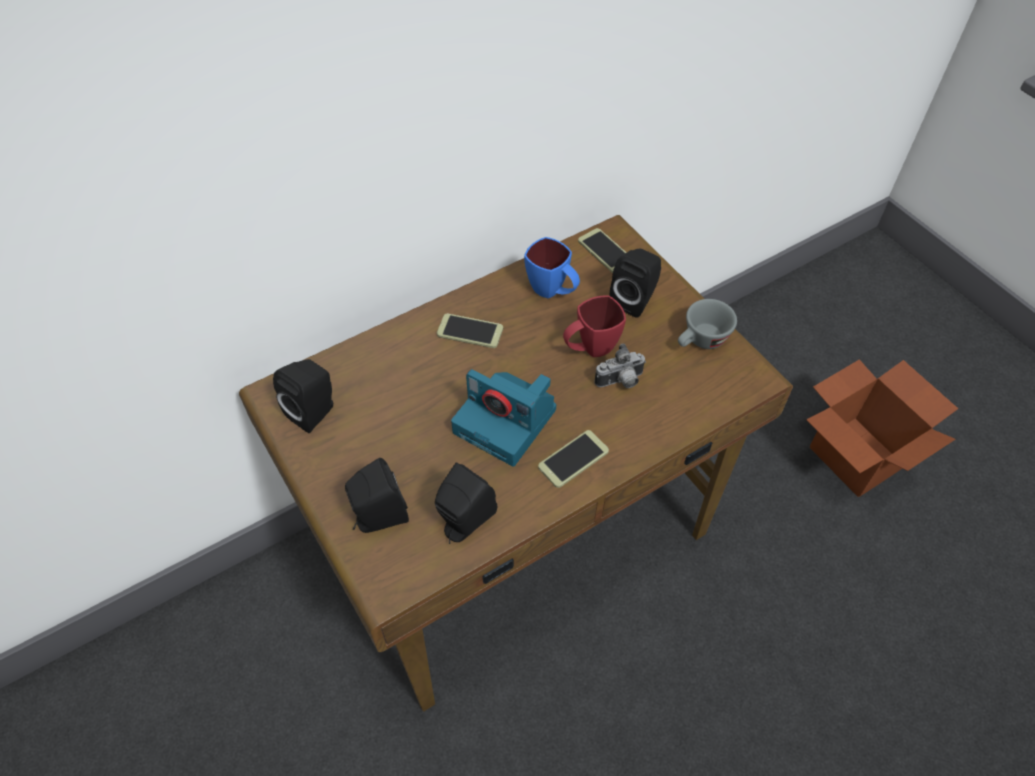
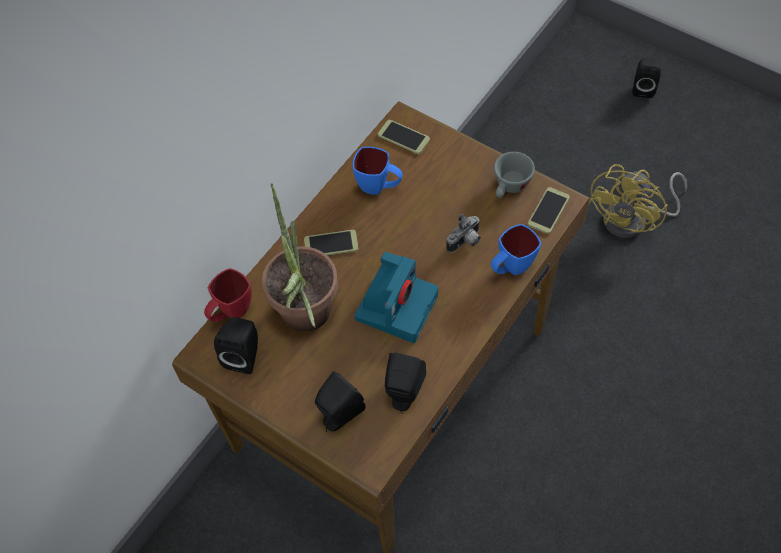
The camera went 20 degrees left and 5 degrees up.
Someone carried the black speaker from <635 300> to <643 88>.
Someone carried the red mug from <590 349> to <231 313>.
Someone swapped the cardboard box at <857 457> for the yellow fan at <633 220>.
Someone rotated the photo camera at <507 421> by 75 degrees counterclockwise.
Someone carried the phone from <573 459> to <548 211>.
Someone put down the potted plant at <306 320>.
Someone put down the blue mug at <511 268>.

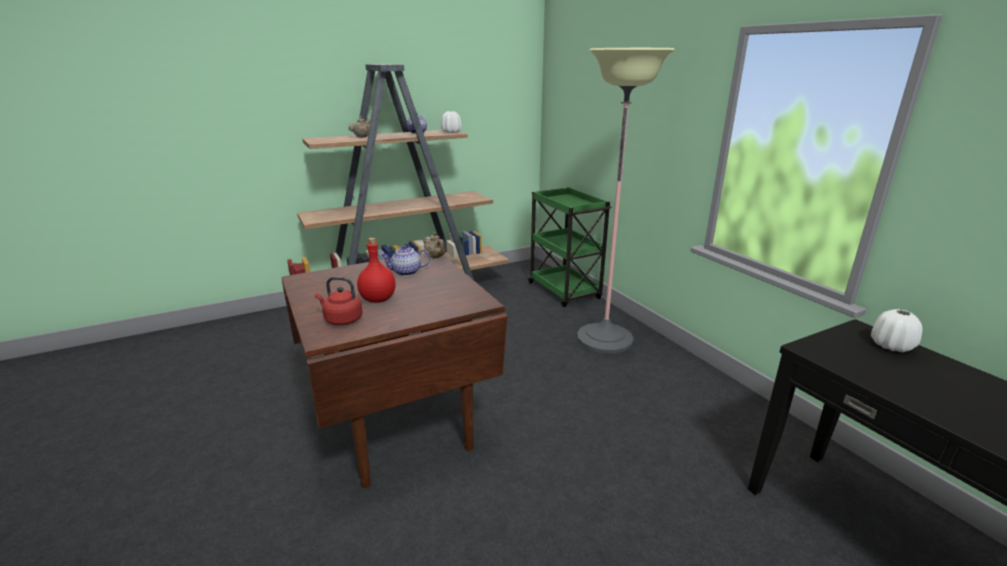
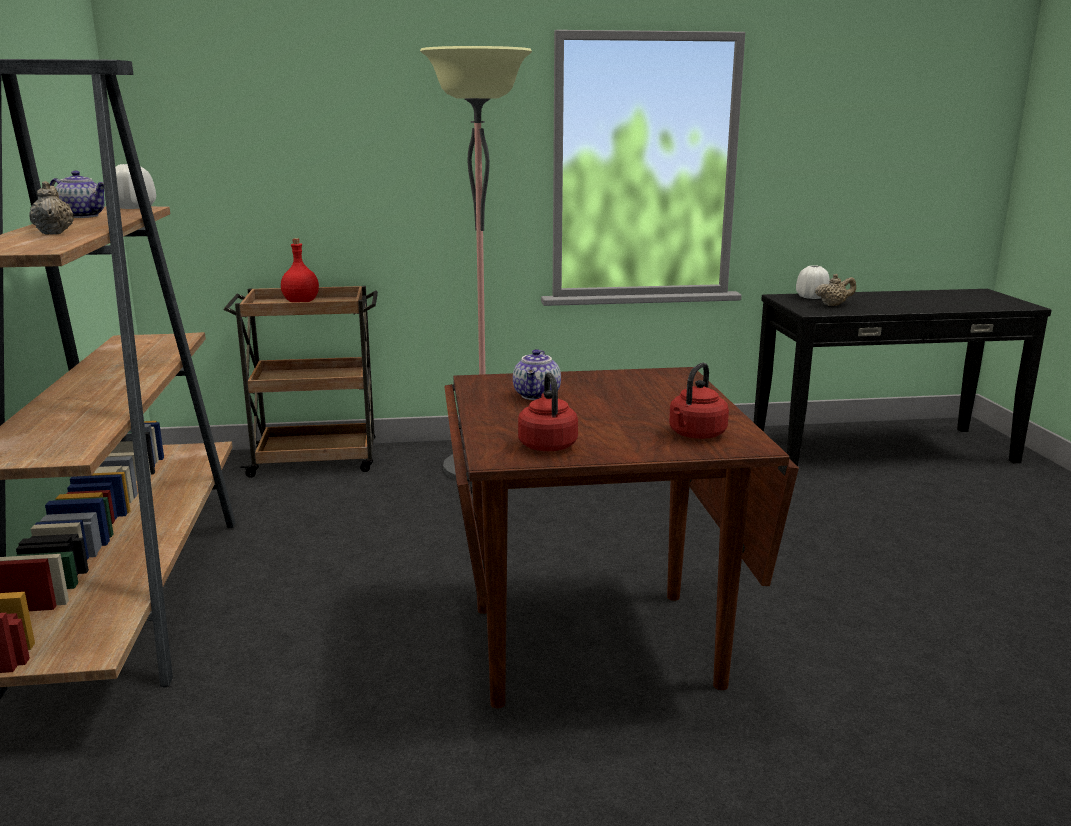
The camera went 70 degrees left and 5 degrees down.
Someone repainted the green cart at <565 291>, which became the brown cart at <317 460>.
Someone carried the beige teapot from <435 257> to <833 305>.
Someone carried the red bottle from <378 299> to <300 302>.
Someone put down the red kettle at <547 444>.

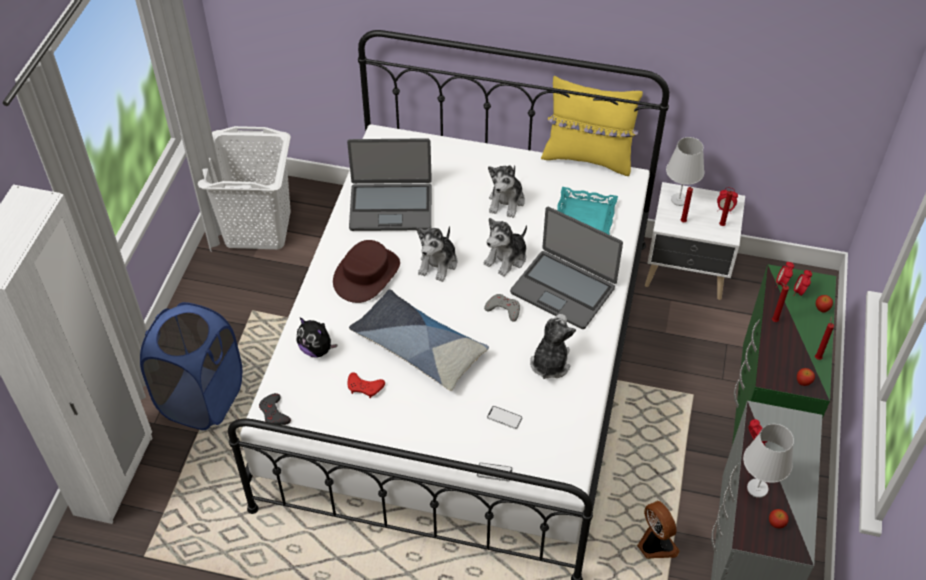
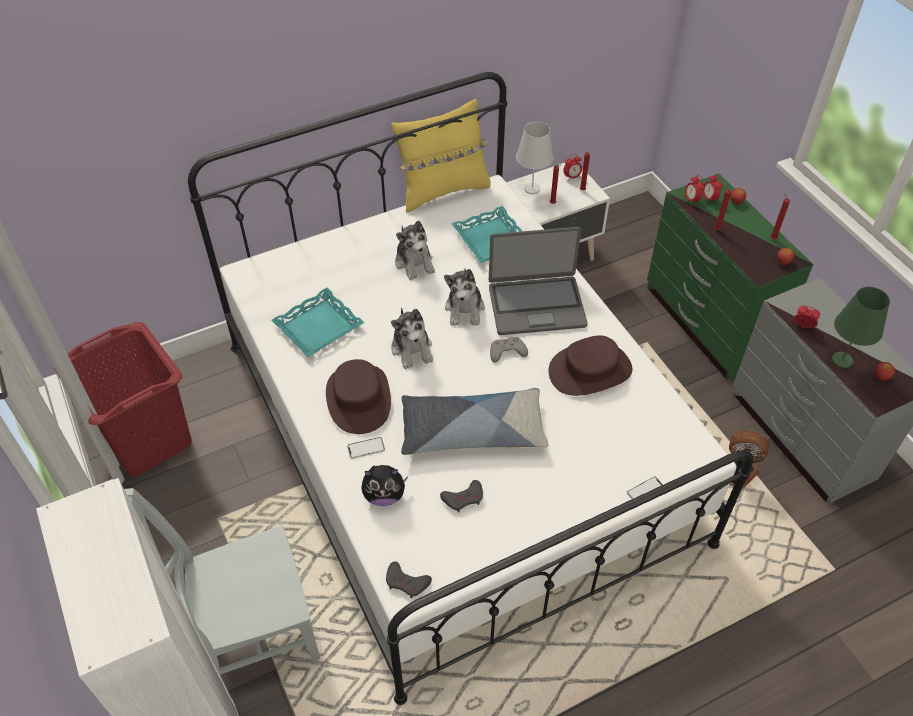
The camera went 40 degrees left and 0 degrees up.
Someone repainted the white laundry basket at <259 227>, which became the red laundry basket at <148 439>.
Someone swapped the laptop at <391 207> for the turquoise tray at <318 326>.
Someone swapped the blue laundry basket at <202 398> for the grey chair at <248 634>.
Someone swapped the plush toy at <550 363> for the brown hat at <590 371>.
Someone repainted the red game controller at <365 387>, which became the grey game controller at <463 498>.
Someone carried the phone from <504 418> to <366 448>.
Someone repainted the white table lamp at <757 488>, which became the green table lamp at <842 360>.

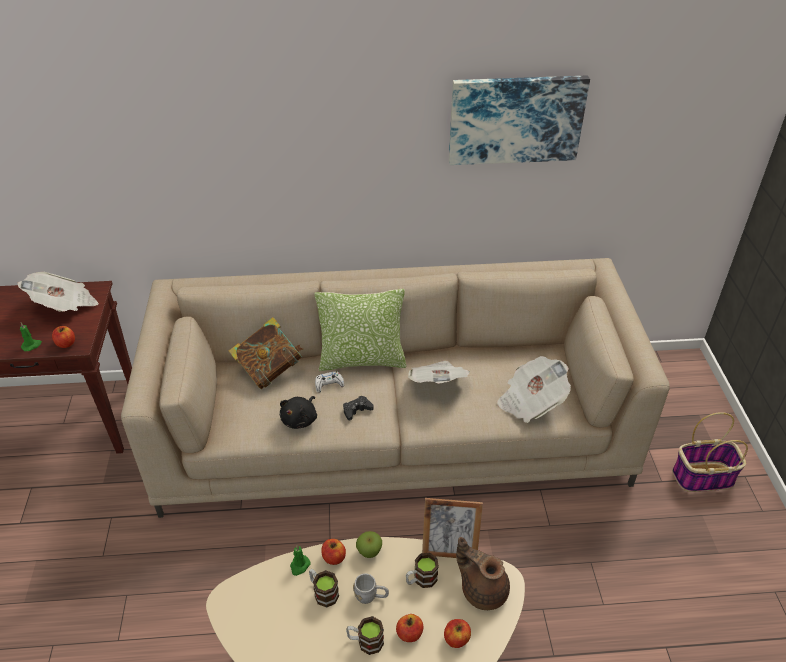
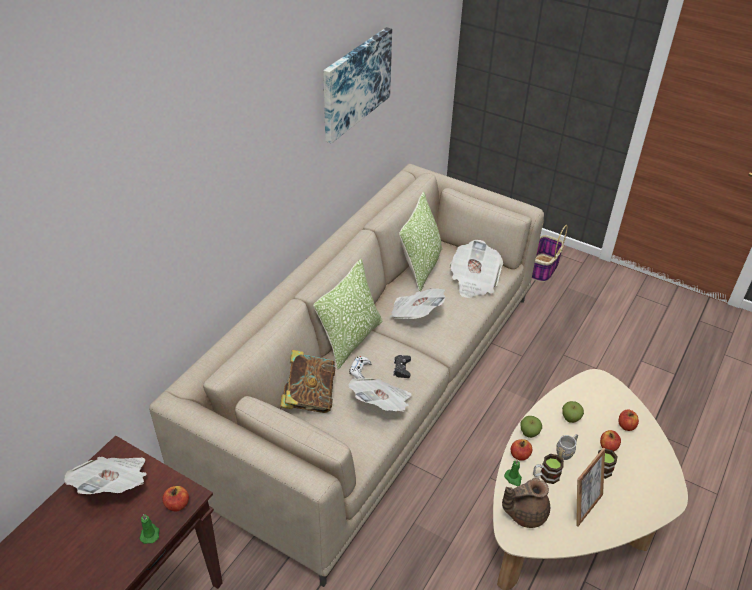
The camera went 55 degrees left and 0 degrees up.
Someone swapped the black plush toy at <300 419> for the newspaper at <382 405>.
Someone carried the picture frame from <449 550> to <584 506>.
Someone carried the brown teapot from <482 589> to <524 513>.
Someone swapped the mug at <421 579> for the apple at <570 418>.
Someone put down the pillow at <420 267>.

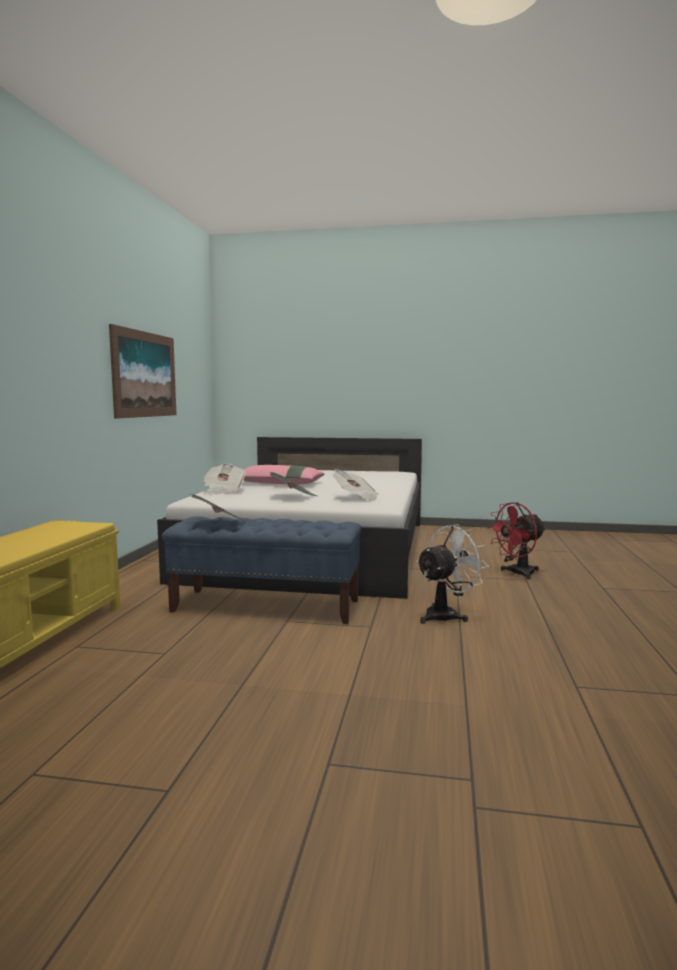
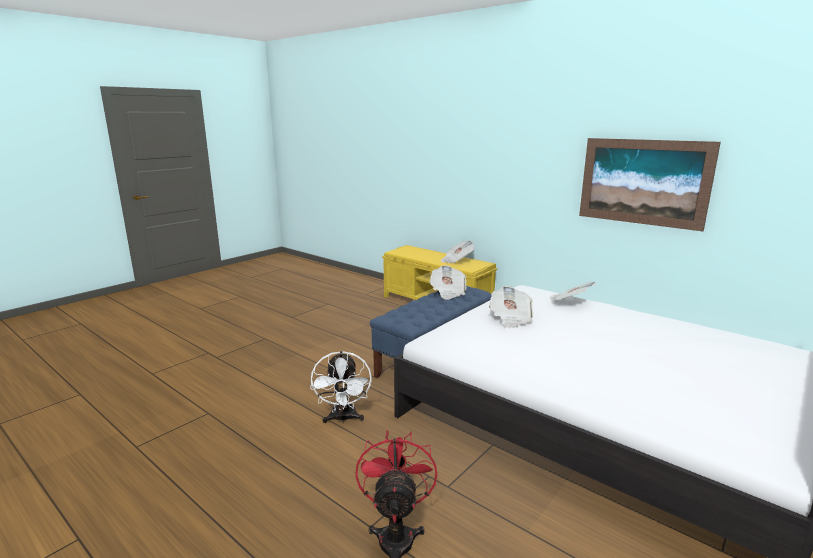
The camera went 120 degrees right and 10 degrees up.
Someone took away the pink pillow at <279 484>.
Someone carried the newspaper from <356 498> to <457 260>.

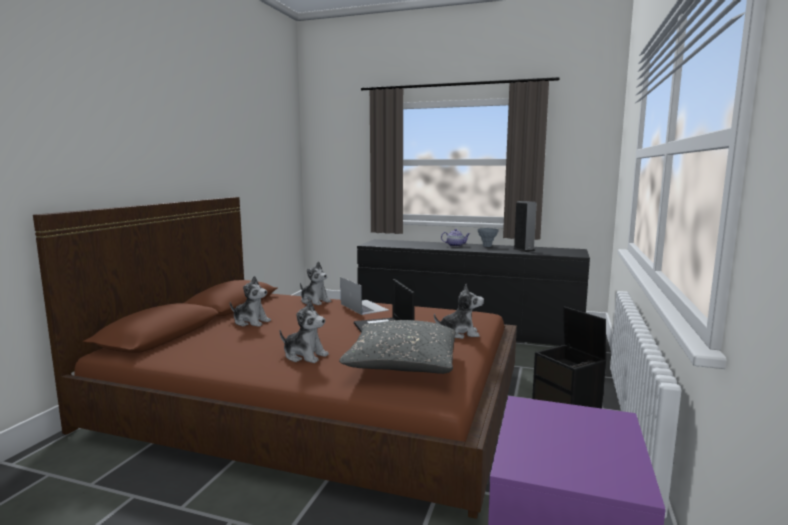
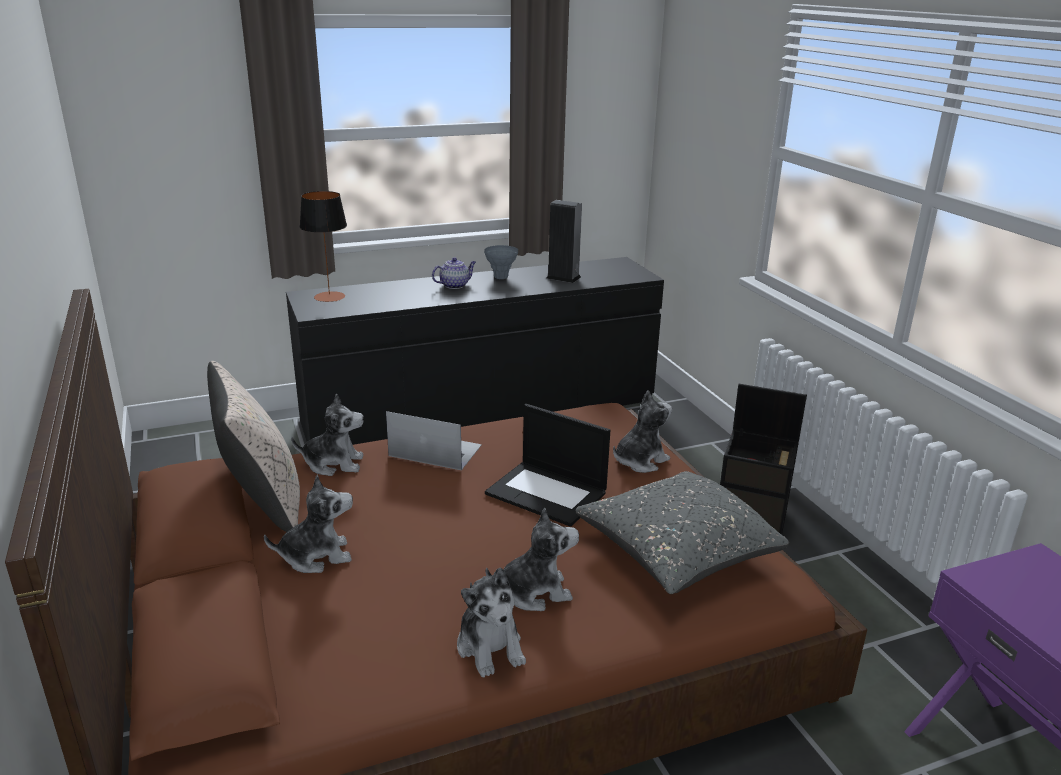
The camera went 40 degrees left and 15 degrees up.
Someone put down the table lamp at <329 297>.
Someone put down the beige pillow at <263 502>.
Someone put down the plush toy at <490 647>.

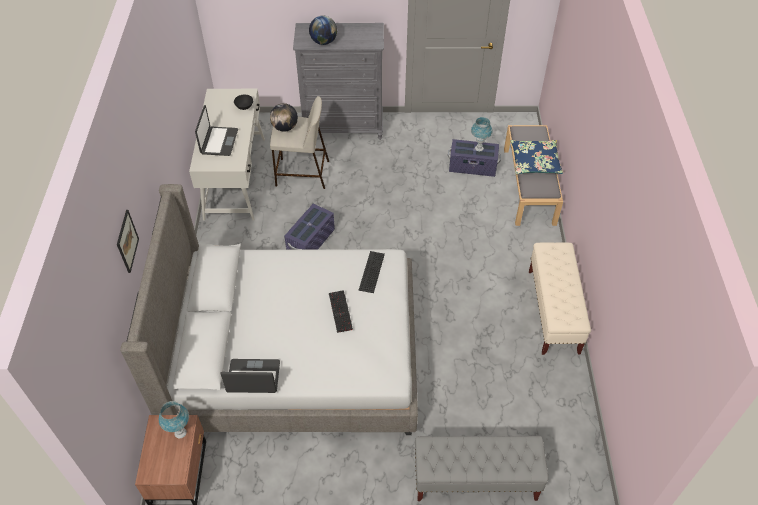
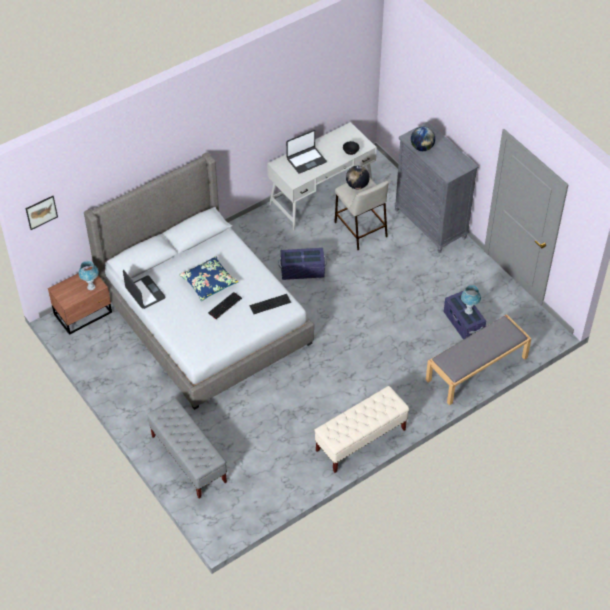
The camera went 55 degrees right and 0 degrees up.
Someone carried the blue pillow from <535 162> to <209 282>.
Someone carried the picture from <127 241> to <41 212>.

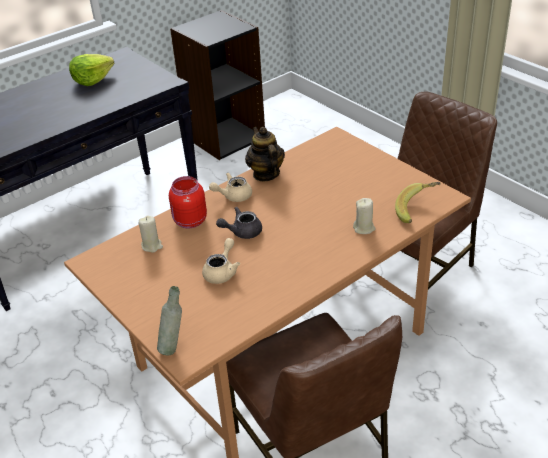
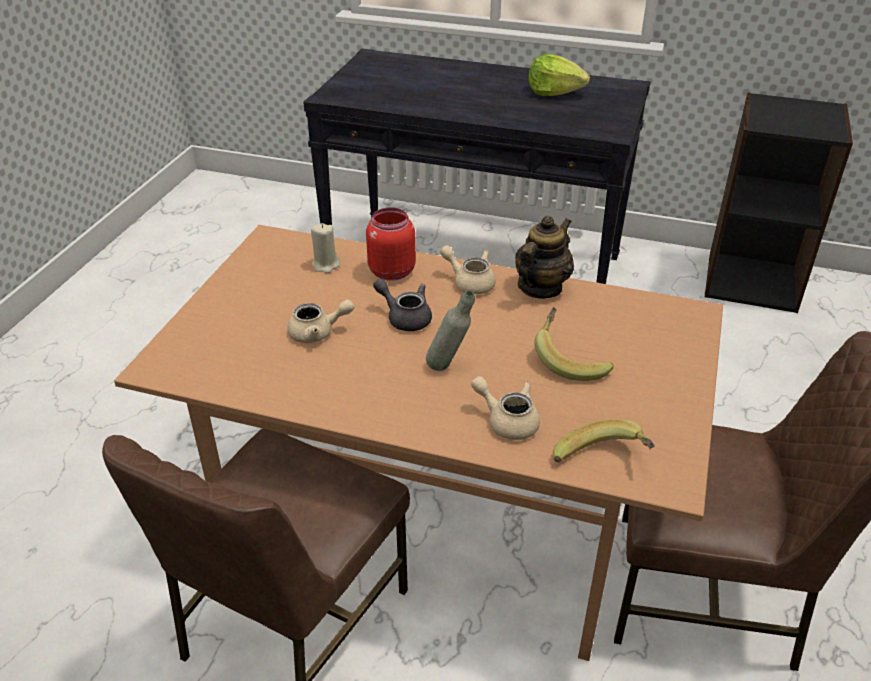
The camera went 55 degrees right and 0 degrees up.
Someone swapped the beige candle at <364 228> for the beige teapot at <507 421>.
Someone carried the grey bottle from <173 347> to <449 367>.
Someone put down the banana at <570 360>.

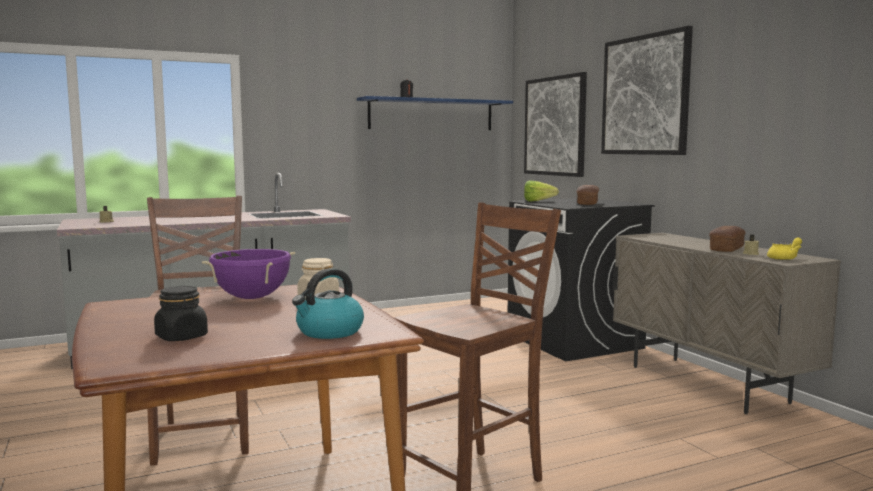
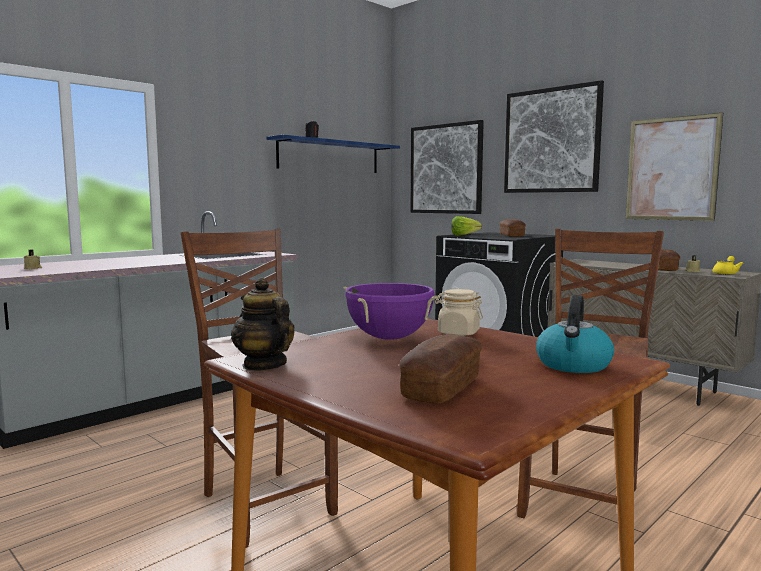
The camera went 20 degrees left and 0 degrees up.
Someone swapped the black jar at <181 337> for the bread at <442 388>.
Someone put up the picture at <671 169>.
Someone put down the teapot at <264 365>.

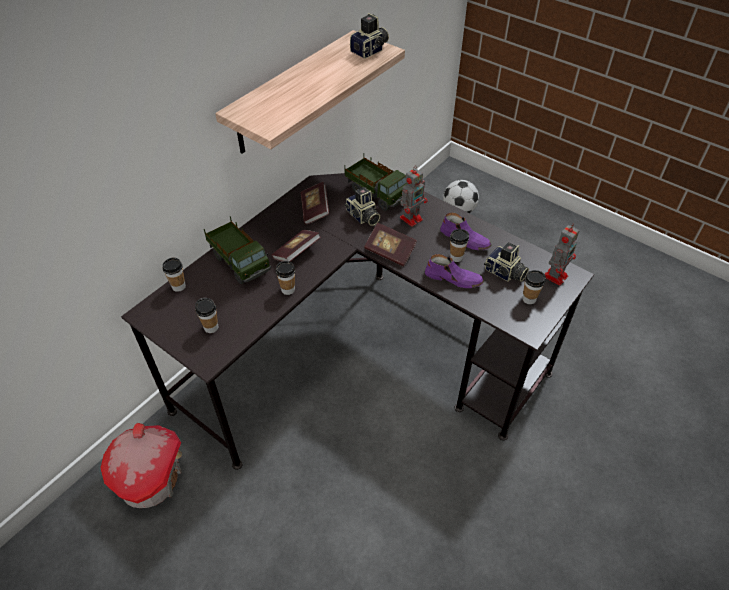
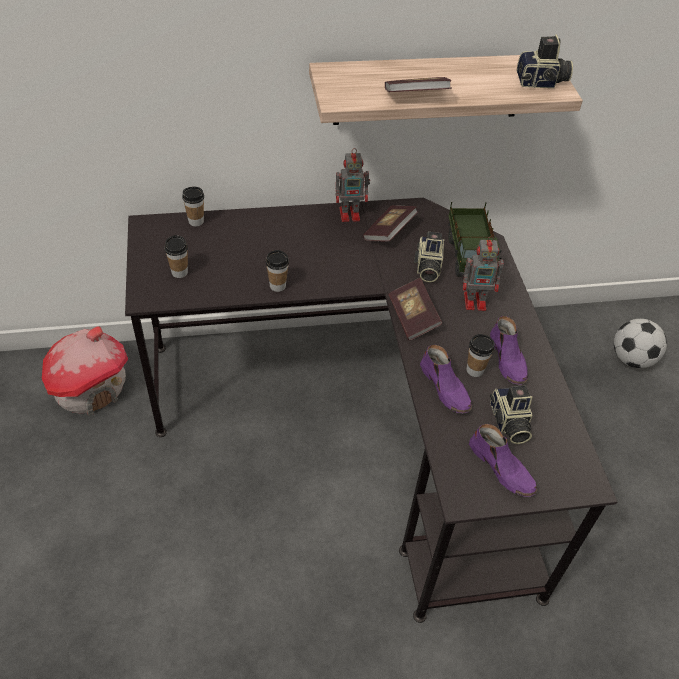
The camera went 40 degrees right and 0 degrees up.
Someone took away the toy truck at <240 262>.
Someone carried the toy robot from <556 275> to <351 214>.
Someone carried the book from <296 253> to <415 97>.
Someone swapped the cup at <529 299> for the purple shoe at <502 468>.

